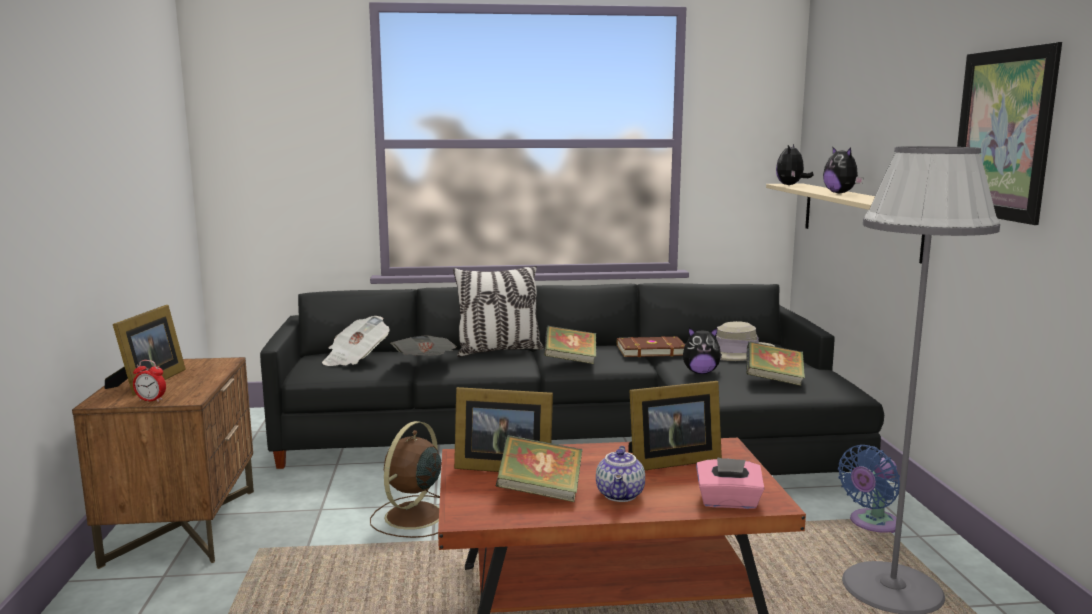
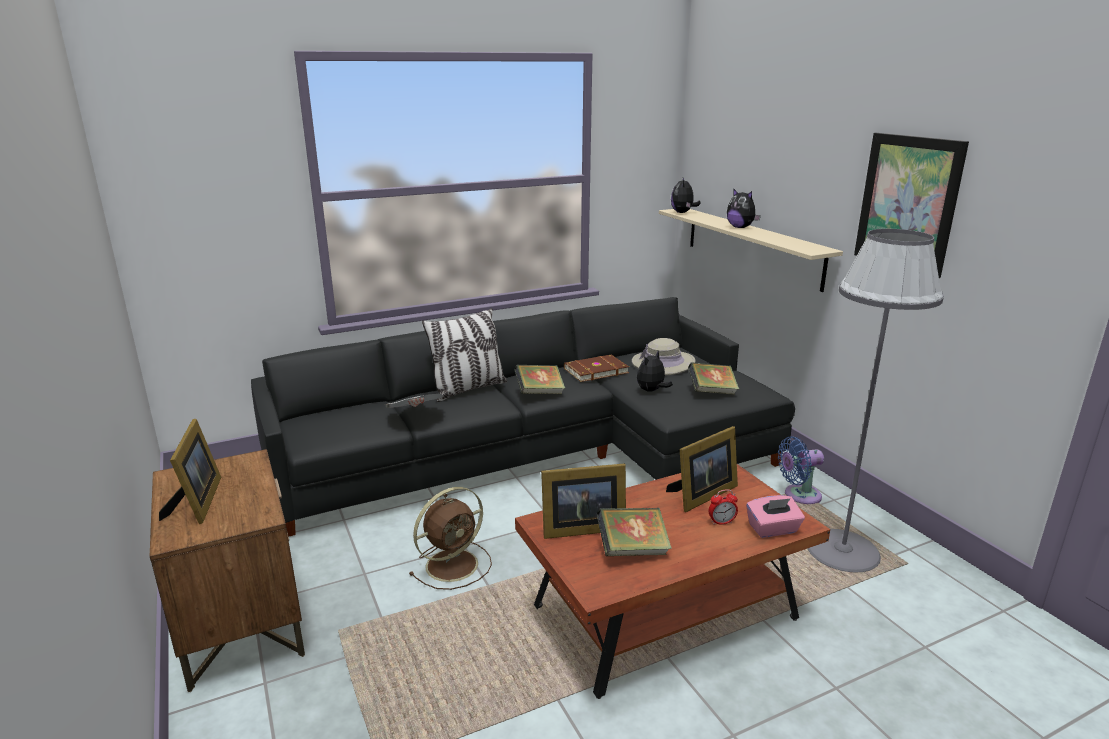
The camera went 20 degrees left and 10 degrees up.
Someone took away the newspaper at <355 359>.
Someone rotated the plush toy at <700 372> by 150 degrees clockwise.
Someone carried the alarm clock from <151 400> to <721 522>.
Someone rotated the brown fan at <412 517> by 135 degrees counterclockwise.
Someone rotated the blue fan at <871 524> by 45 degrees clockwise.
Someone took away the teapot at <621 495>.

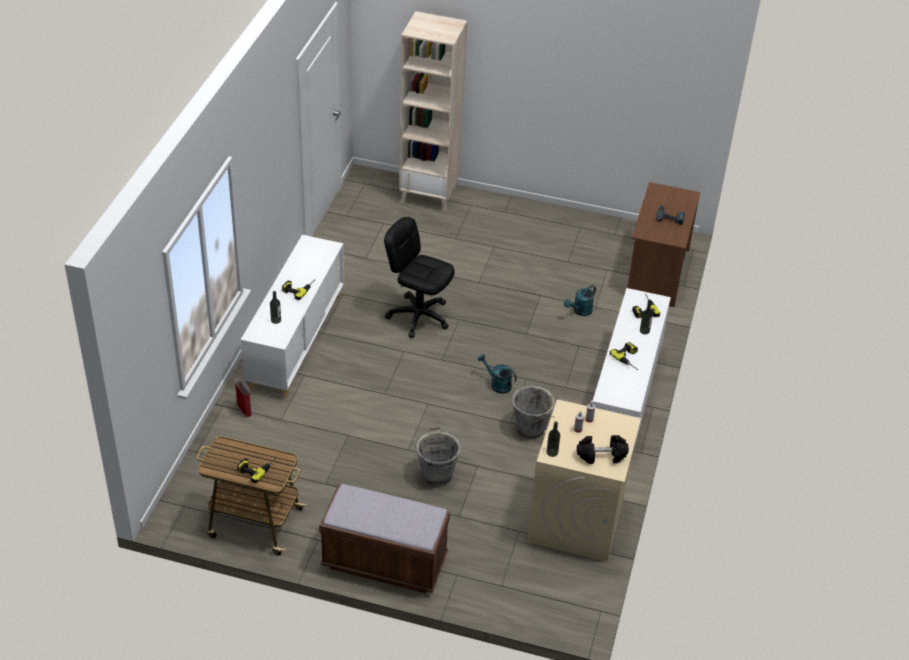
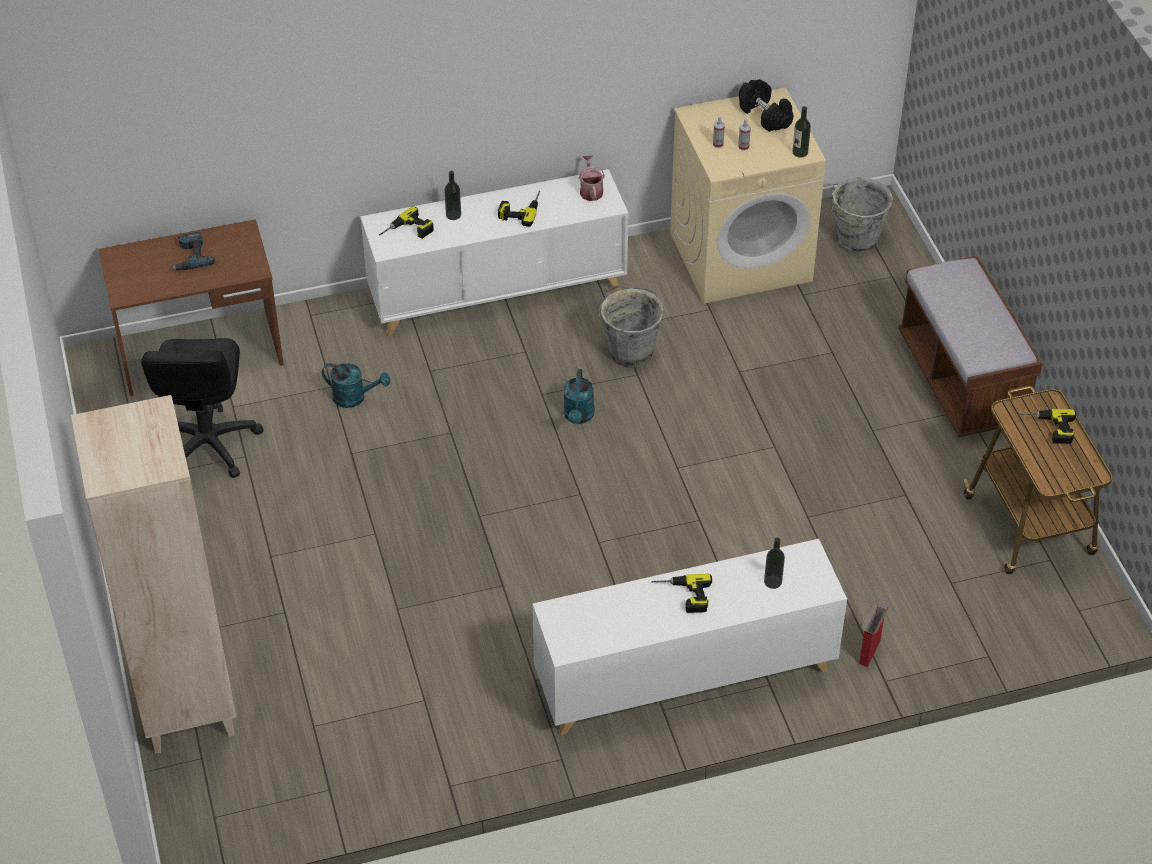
The camera went 120 degrees left and 5 degrees up.
Someone carried the black office chair from <418 316> to <207 444>.
Someone carried the grey bucket from <437 474> to <855 240>.
Someone put down the watering can at <590 190>.

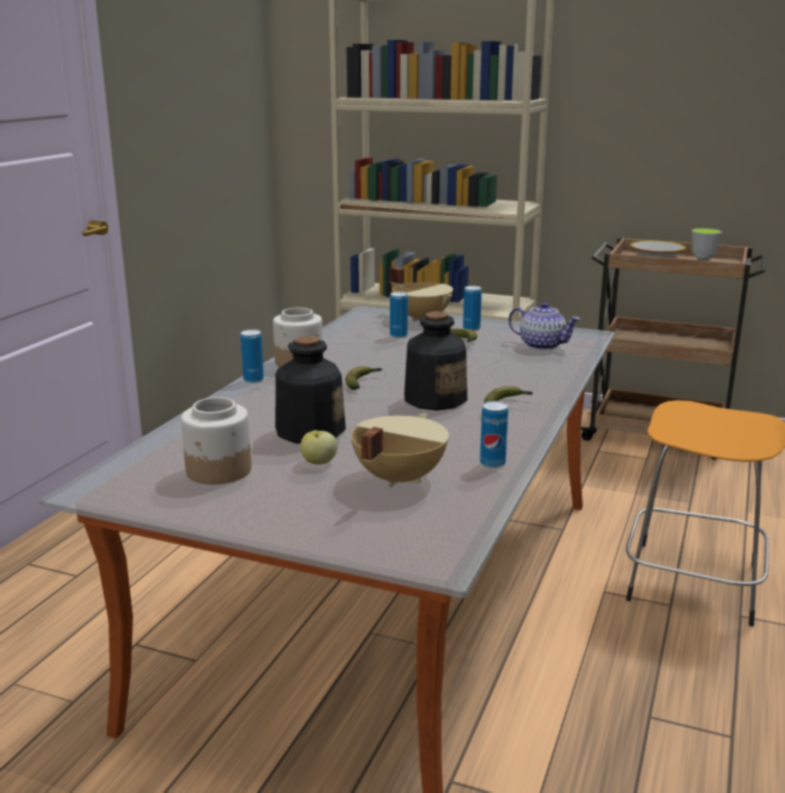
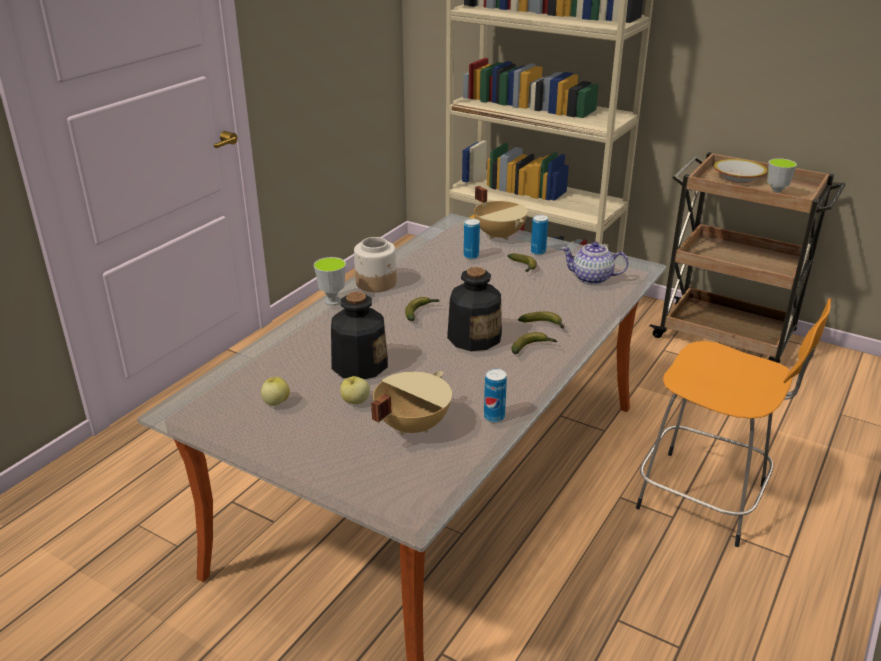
The camera went 10 degrees right and 10 degrees up.
Someone rotated the teapot at <541 345> by 150 degrees clockwise.
Someone swapped the can at <253 380> for the cup at <332 301>.
Someone swapped the jar at <219 471> for the apple at <276 402>.
Someone put down the banana at <544 325>.

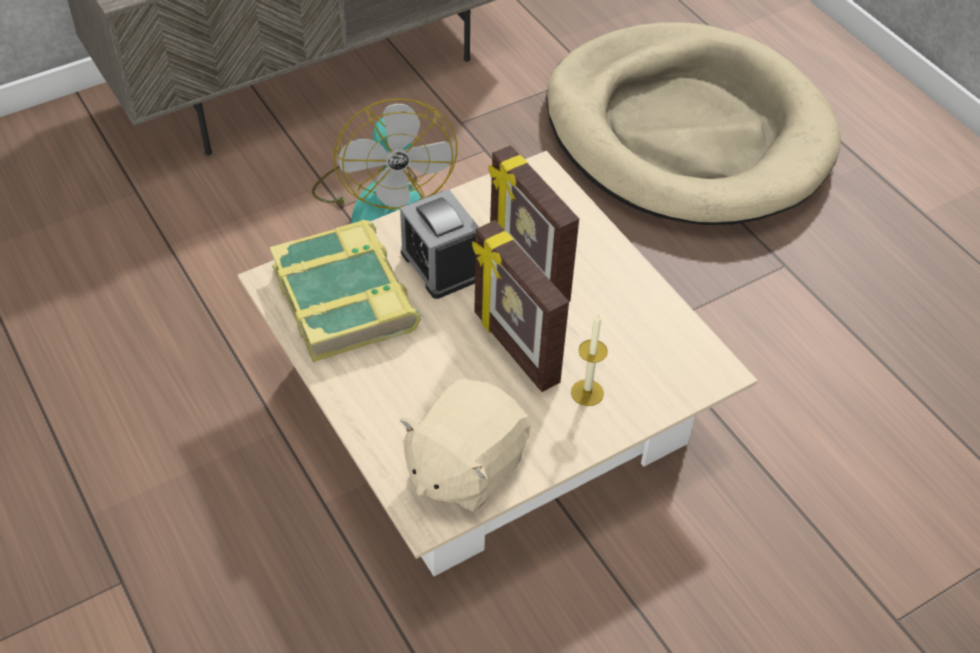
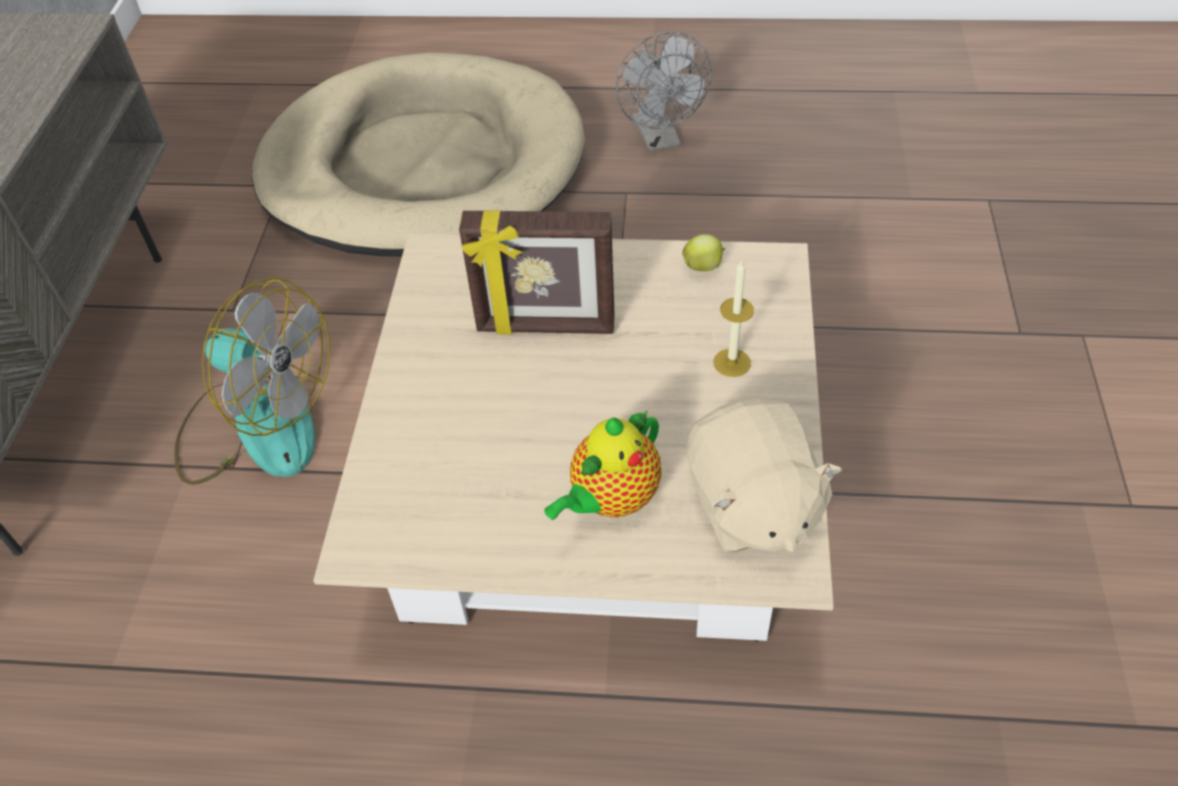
The camera went 50 degrees left and 0 degrees up.
Someone took away the alarm clock at <440 265>.
Someone took away the book at <346 298>.
Someone took away the picture frame at <514 348>.
Someone put down the grey fan at <660 139>.
Someone put down the apple at <703 266>.
Someone put down the teapot at <611 500>.

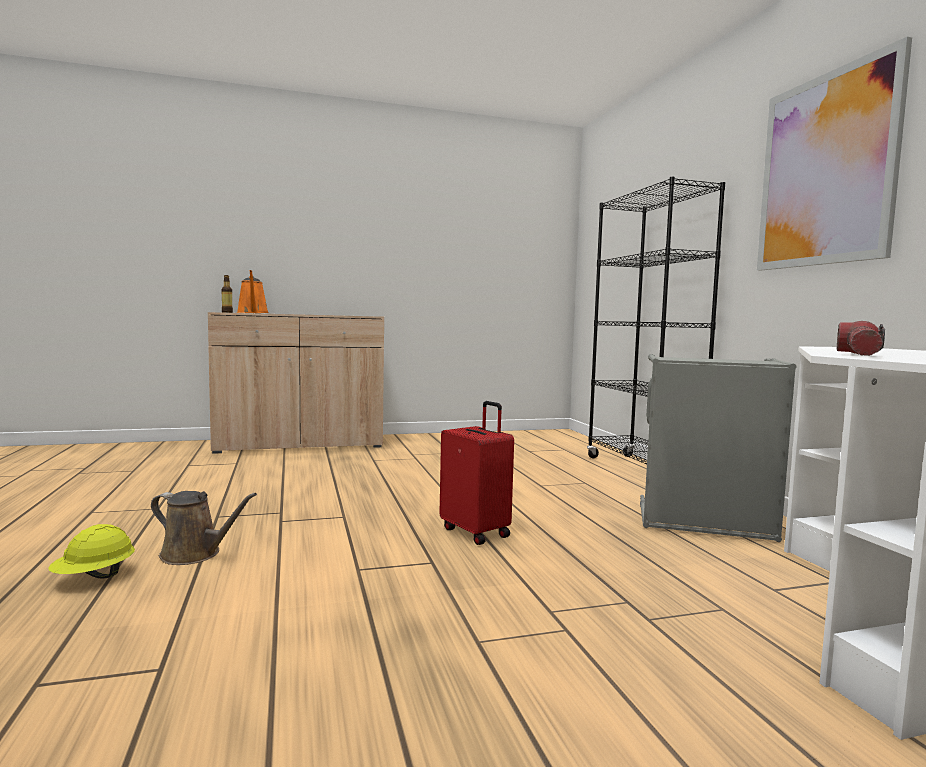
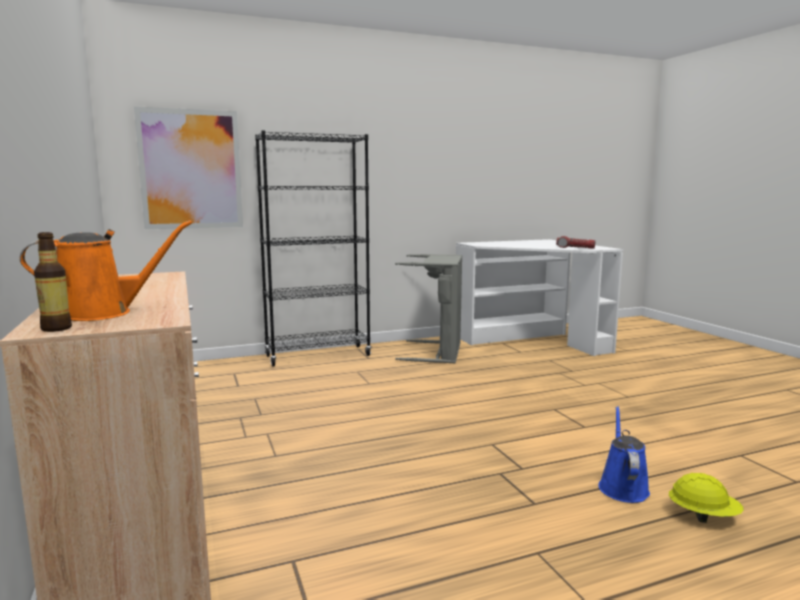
The camera went 95 degrees left and 5 degrees up.
Someone carried the picture from <826 170> to <191 169>.
Someone took away the red suitcase at <476 532>.
Someone repainted the brown watering can at <195 554>, which became the blue watering can at <622 487>.

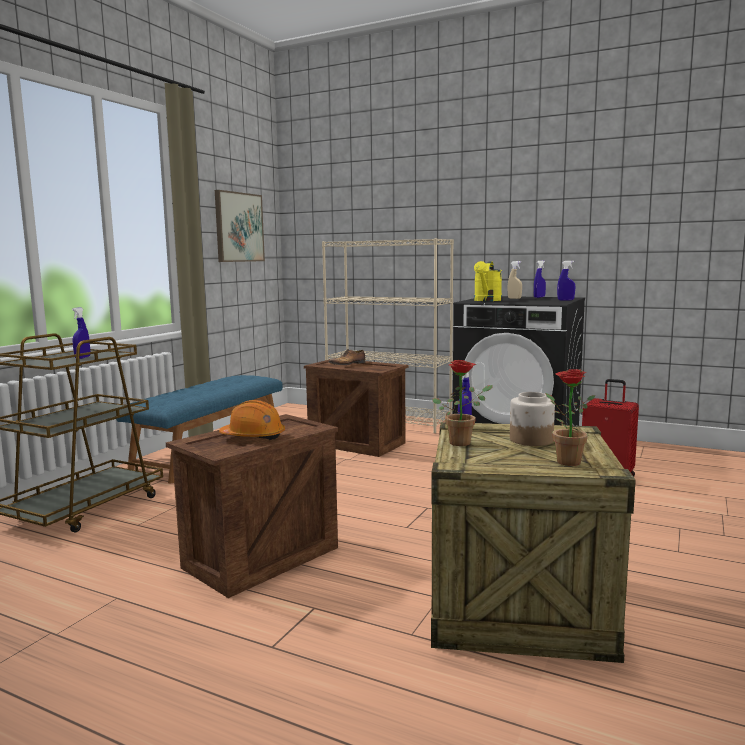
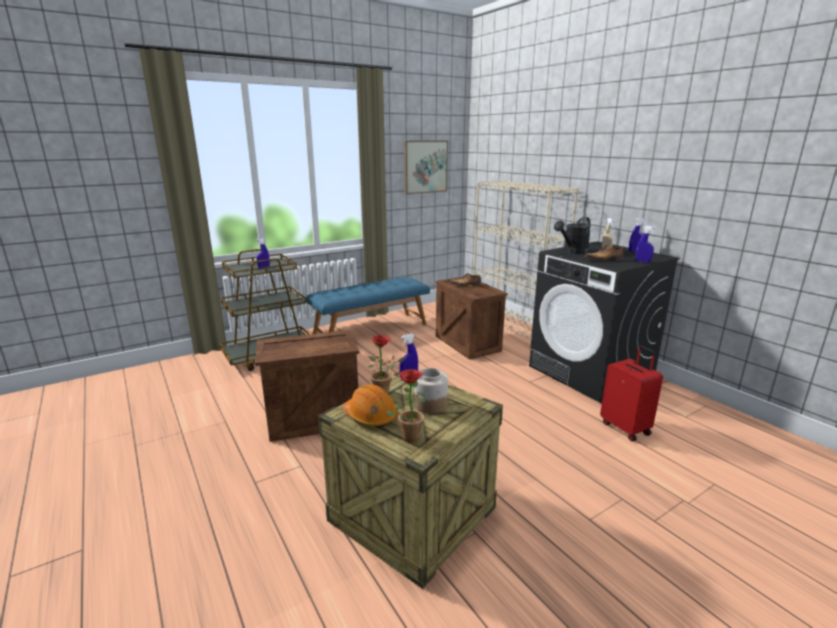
The camera went 30 degrees right and 10 degrees up.
Someone repainted the yellow watering can at <487 300>, which became the black watering can at <572 252>.
Someone carried the orange hard hat from <253 436> to <370 416>.
Someone put down the shoe at <604 259>.

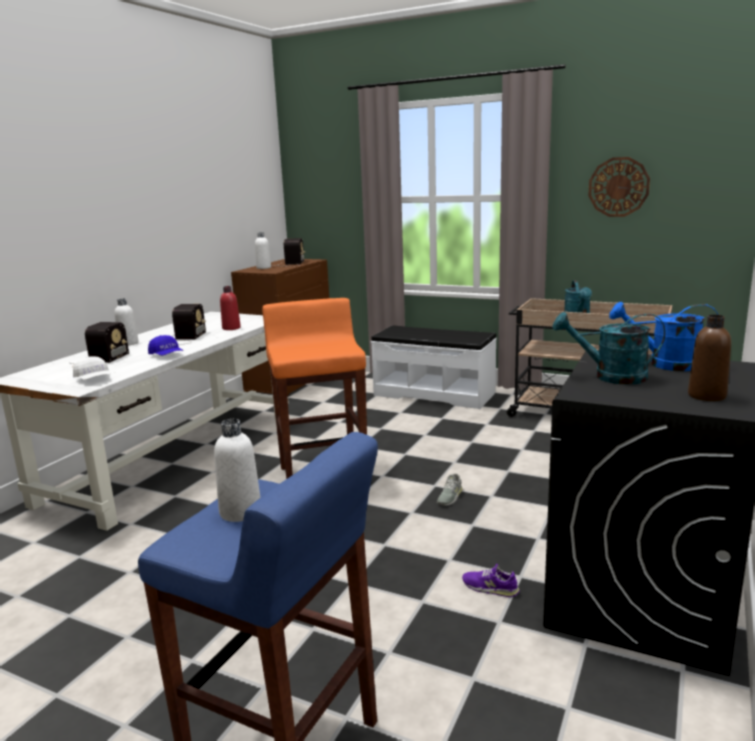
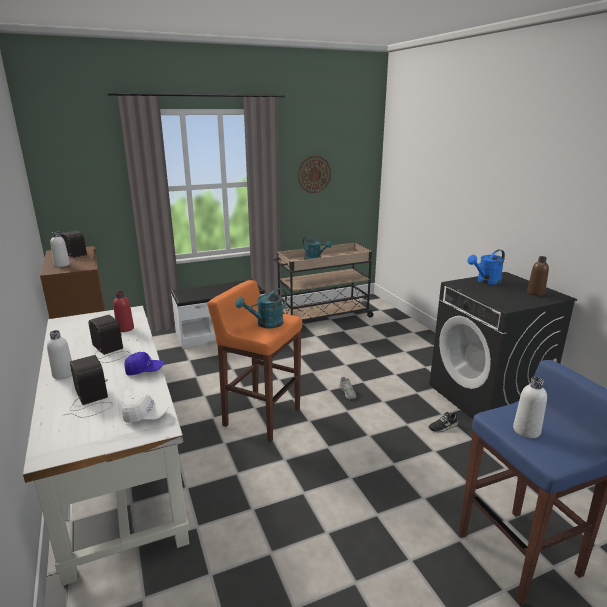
The camera went 50 degrees left and 5 degrees up.
Someone carried the turquoise watering can from <610 377> to <266 324>.
Someone repainted the purple shoe at <490 587>, which became the black shoe at <443 426>.

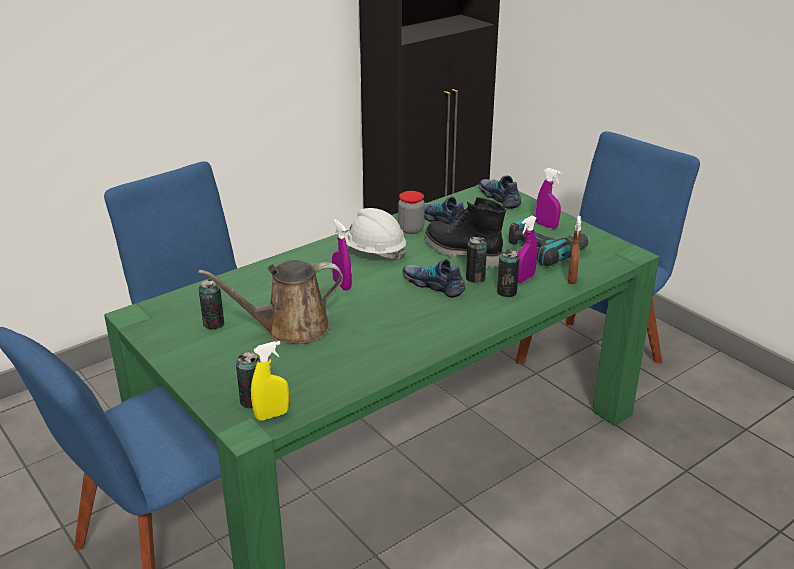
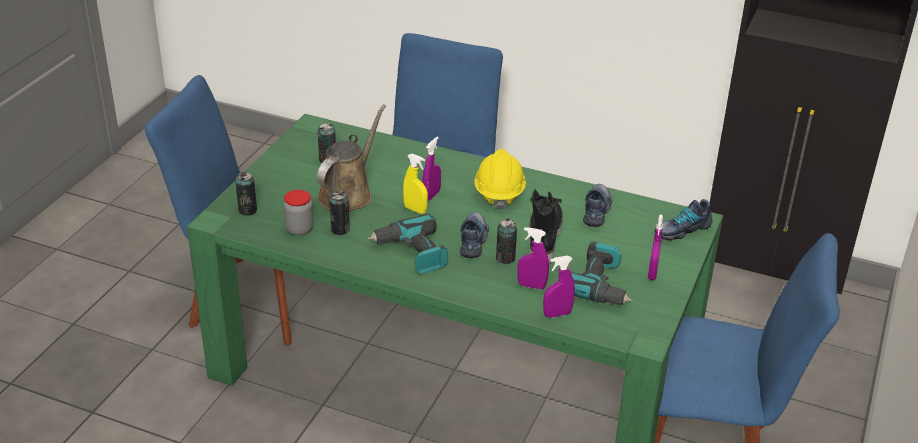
The camera went 60 degrees right and 5 degrees up.
Someone rotated the shoe at <500 198> by 150 degrees counterclockwise.
Someone carried the jar from <411 229> to <299 229>.
Someone repainted the white hard hat at <373 252>, which became the yellow hard hat at <499 192>.
Someone repainted the brown spray bottle at <572 279>, which became the purple spray bottle at <557 314>.
Someone carried the can from <506 292> to <340 230>.
Someone rotated the brown watering can at <290 329> by 75 degrees clockwise.
Someone carried the yellow spray bottle from <272 415> to <415 209>.
Someone put down the power drill at <412 253>.

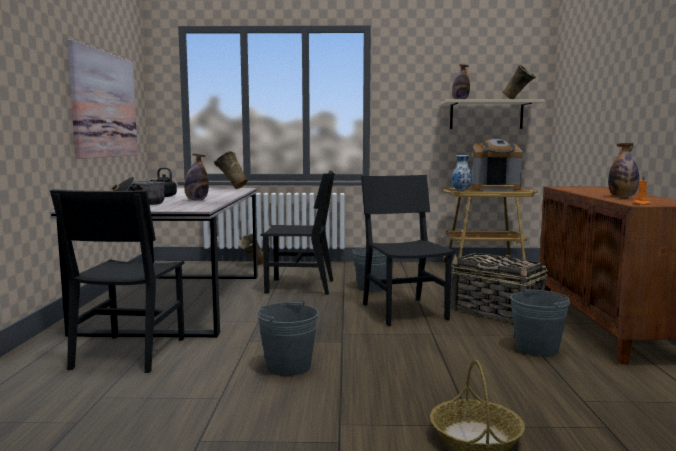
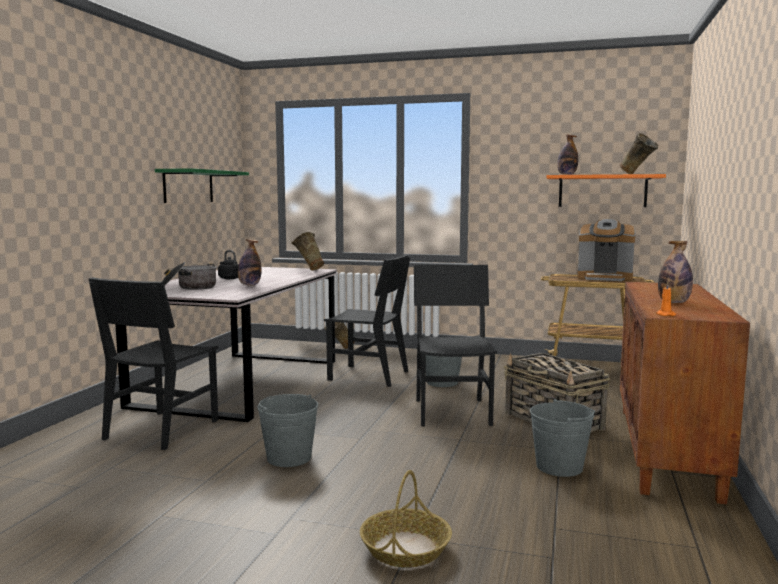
The camera went 15 degrees right and 0 degrees up.
Someone swapped the picture at <104 105> for the green shelf at <188 186>.
Someone repainted the beige shelf at <486 115>, which became the orange shelf at <602 191>.
Someone took away the vase at <461 190>.

